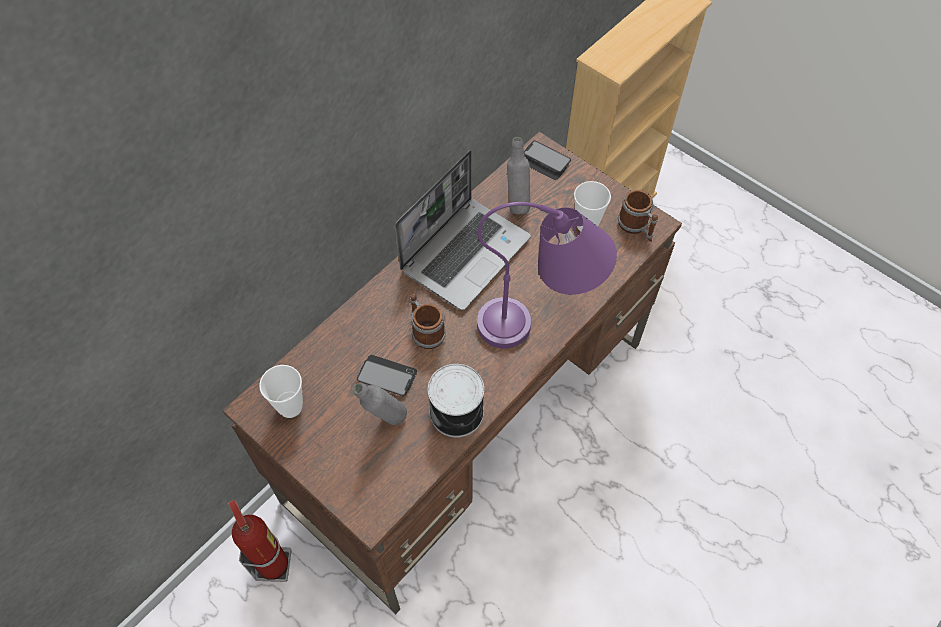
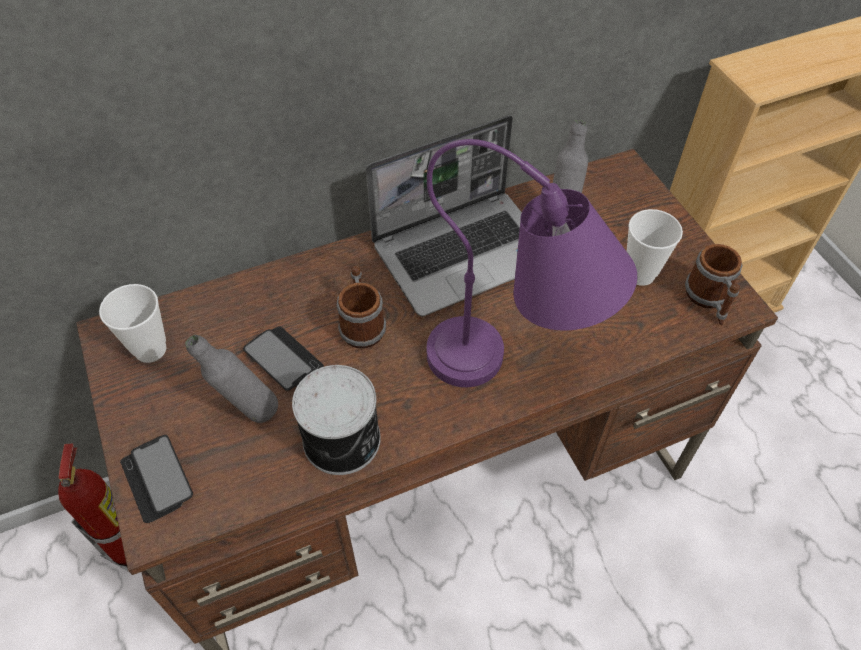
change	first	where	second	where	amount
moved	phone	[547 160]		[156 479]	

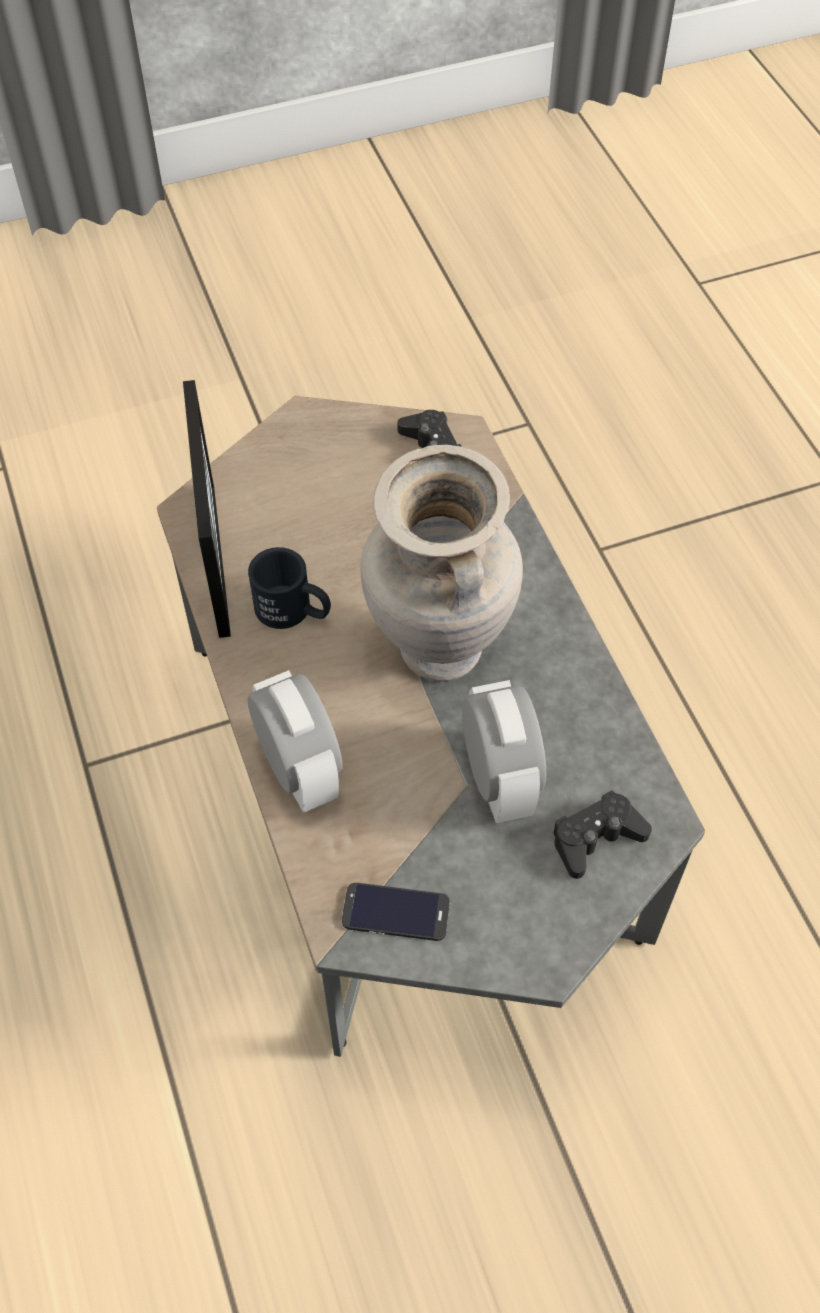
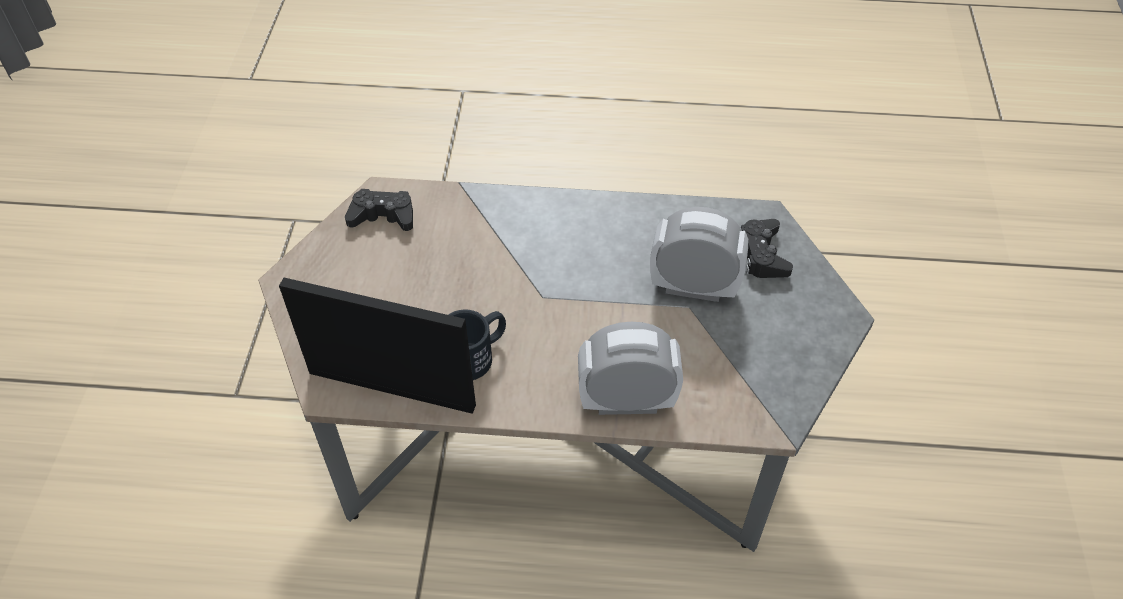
change	first	where	second	where	amount
removed	beige decorative vase	[441 563]			
removed	phone	[396 912]			

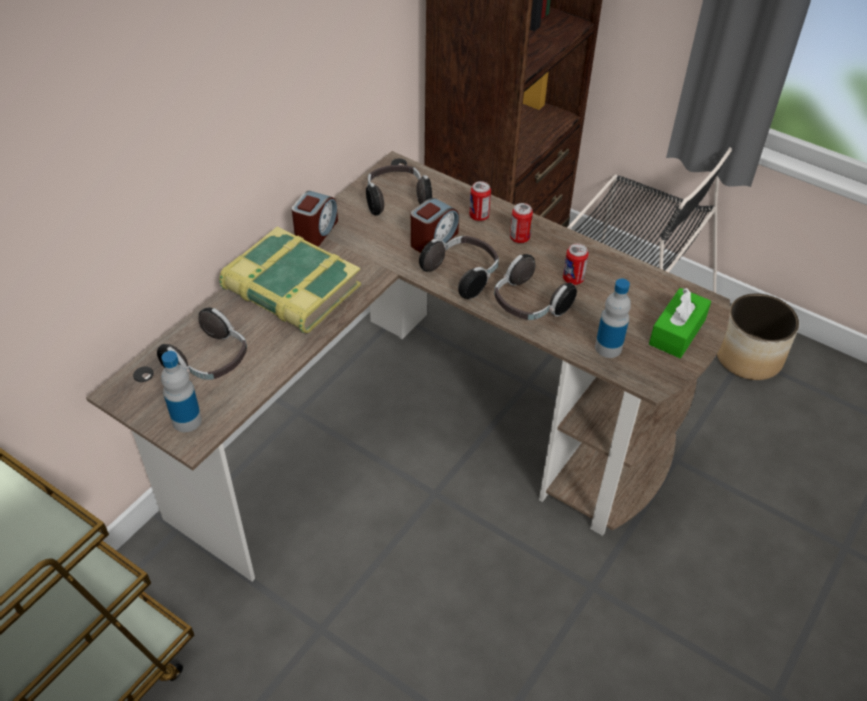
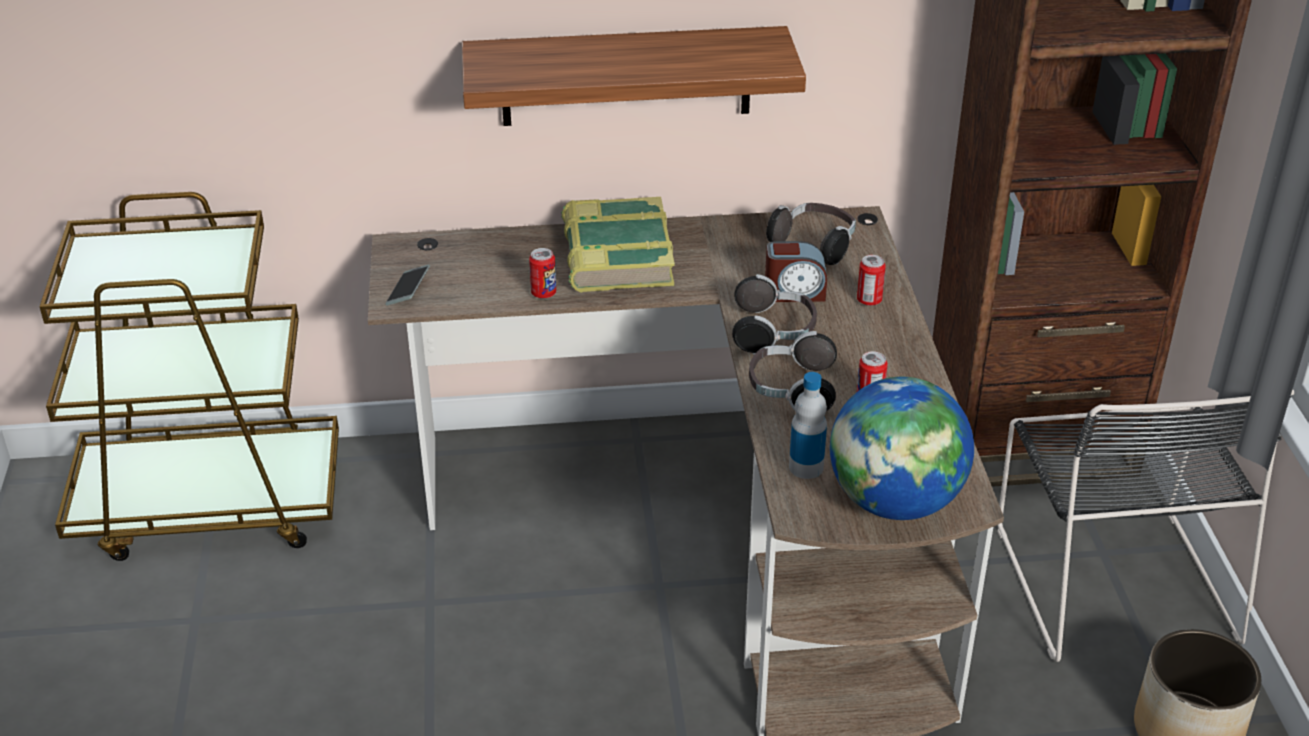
change	first	where	second	where	amount
removed	table clock	[315 219]			
moved	metal can	[521 223]		[542 273]	
replaced	green-coloured box of tissues	[680 323]	desk globe	[902 448]	
removed	headphones	[202 344]			
replaced	bottle	[181 391]	phone	[407 285]	
added			wall shelf	[634 76]	

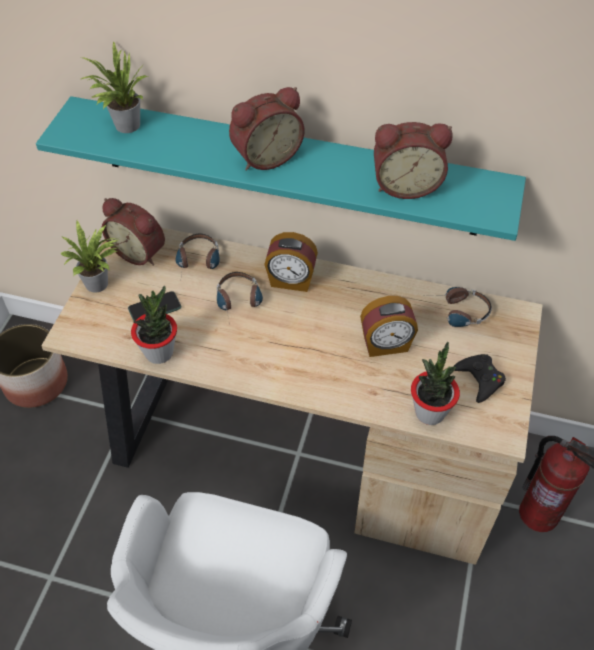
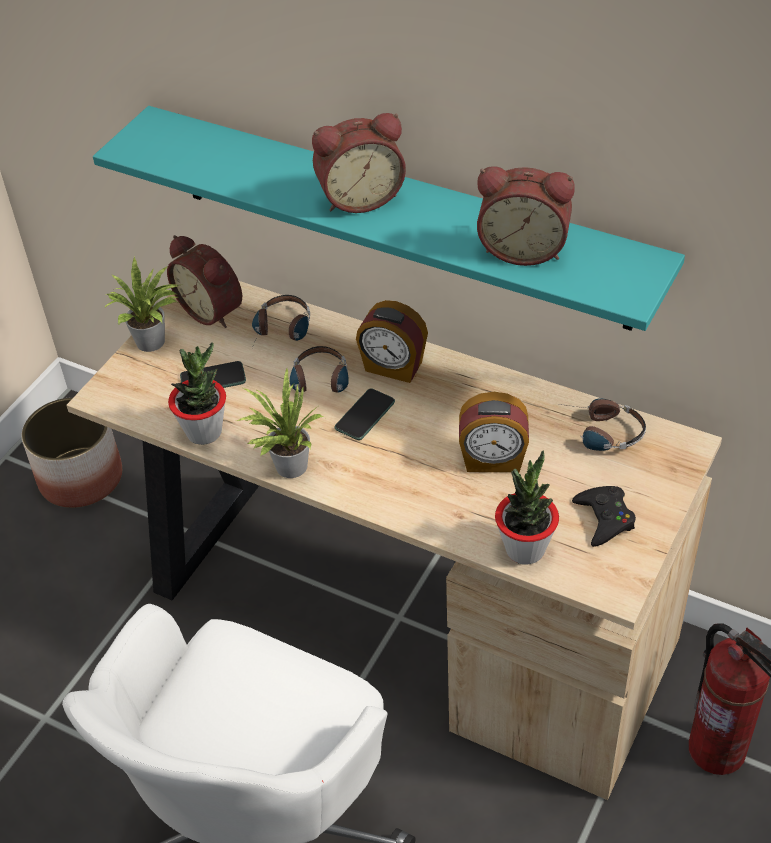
change	first	where	second	where	amount
moved	potted plant	[114 87]		[281 423]	
added			phone	[364 414]	

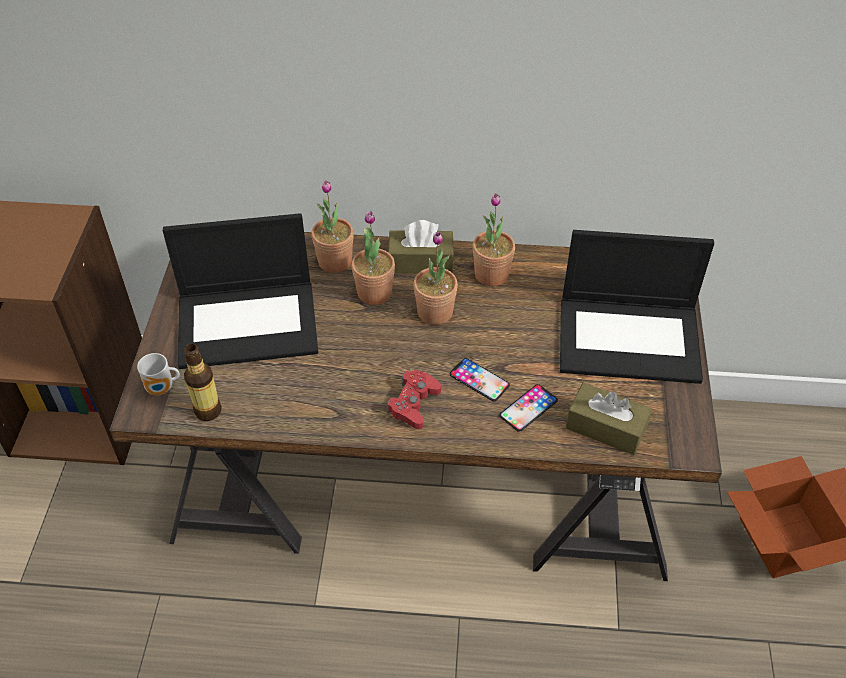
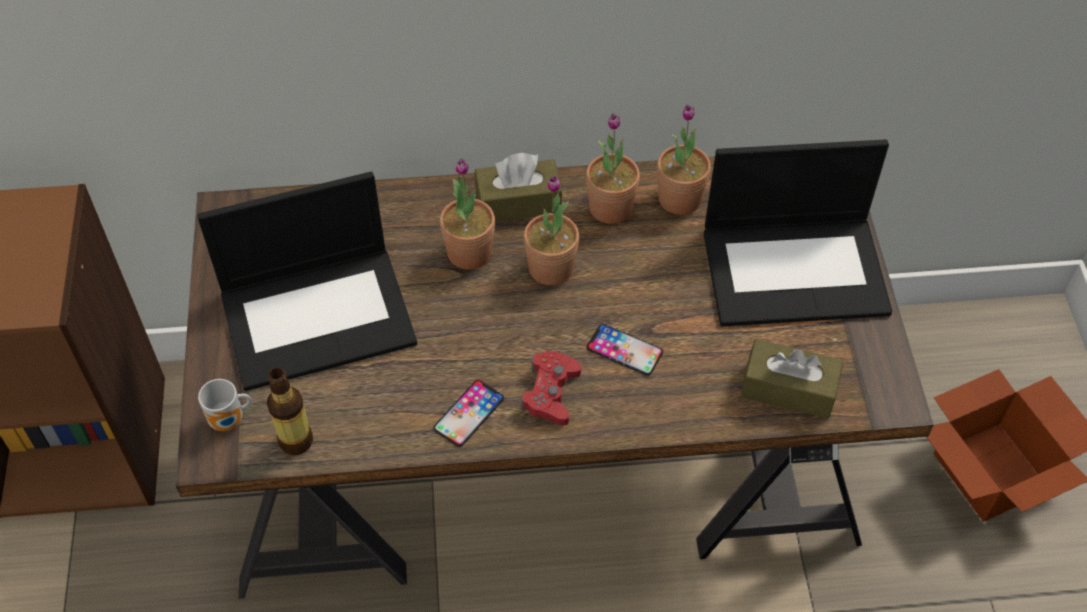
change	first	where	second	where	amount
moved	potted plant	[332 226]		[684 159]	
moved	phone	[528 408]		[468 413]	

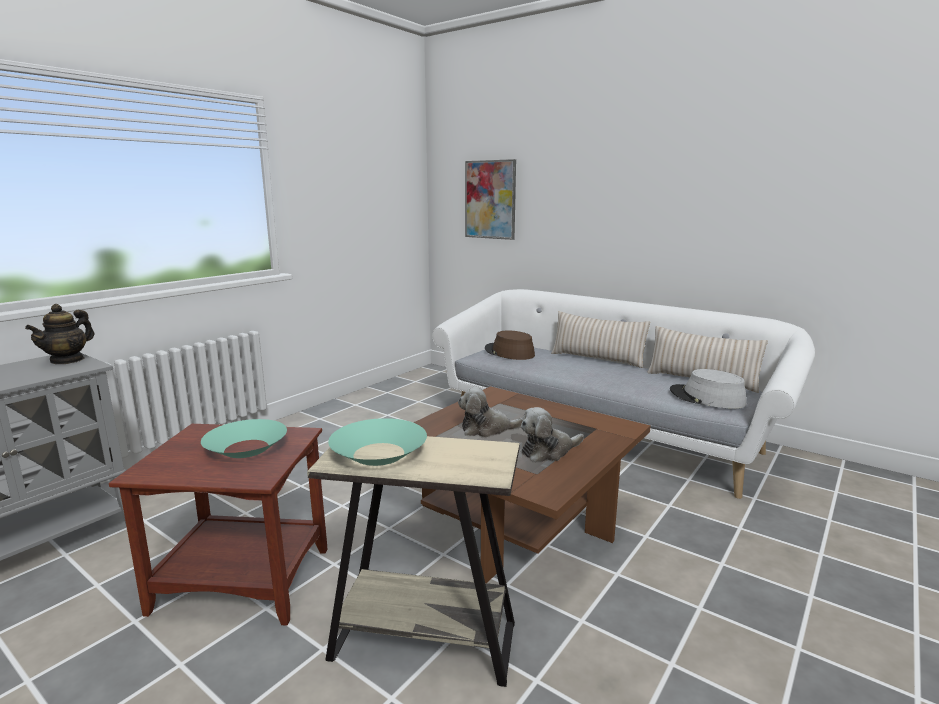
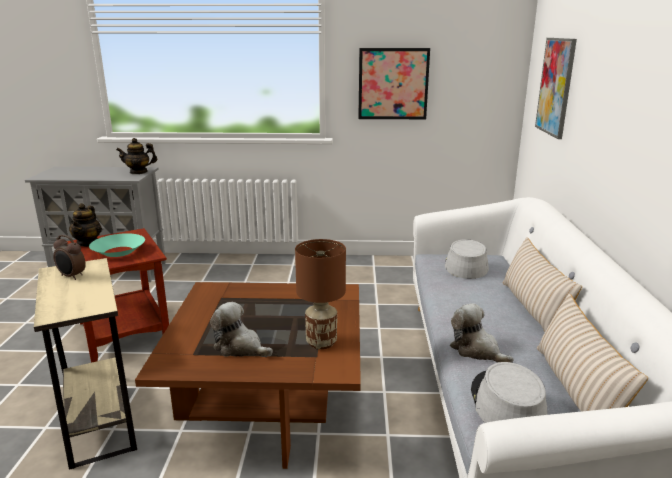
change	first	where	second	where	amount
recoloured	brown-coloured clothing hat	[510 345]	gray clothing hat	[467 259]	
moved	cuddly toy	[490 412]		[481 333]	
replaced	turquoise serving bowl	[377 442]	table clock	[69 257]	
added			wall art	[394 83]	
added			pot for tea	[85 225]	
added			brown-coloured table lamp	[320 294]	

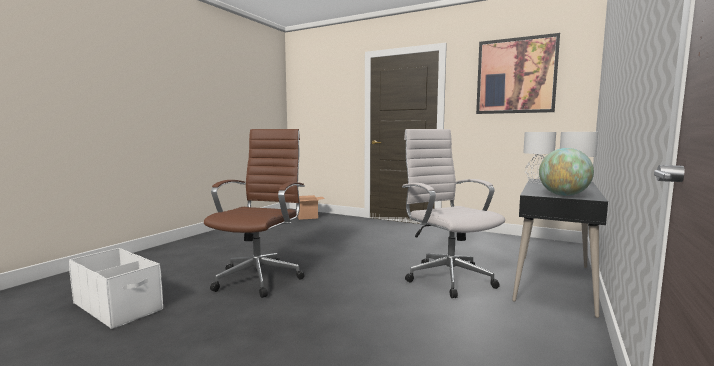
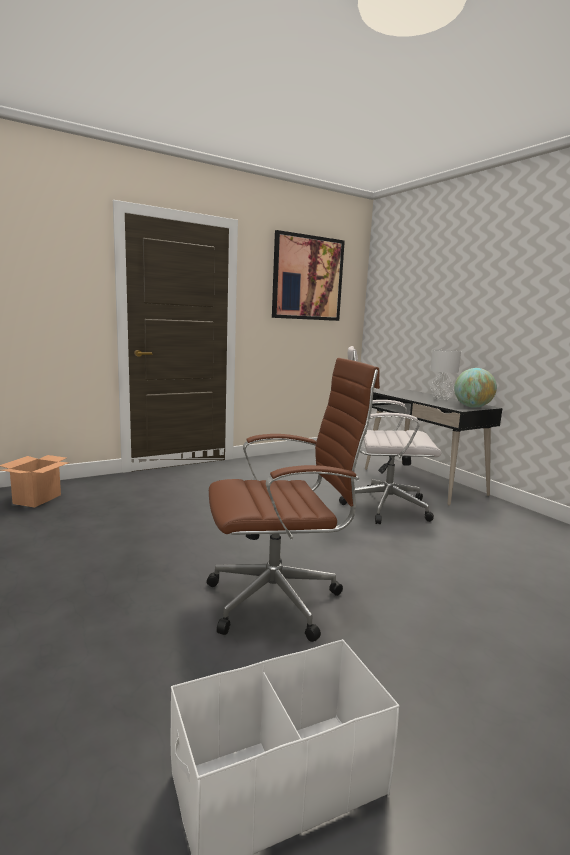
change	first	where	second	where	amount
turned	brown-coloured office chair	[254 213]		[293 500]	120 degrees clockwise
removed	gray table lamp	[539 157]			

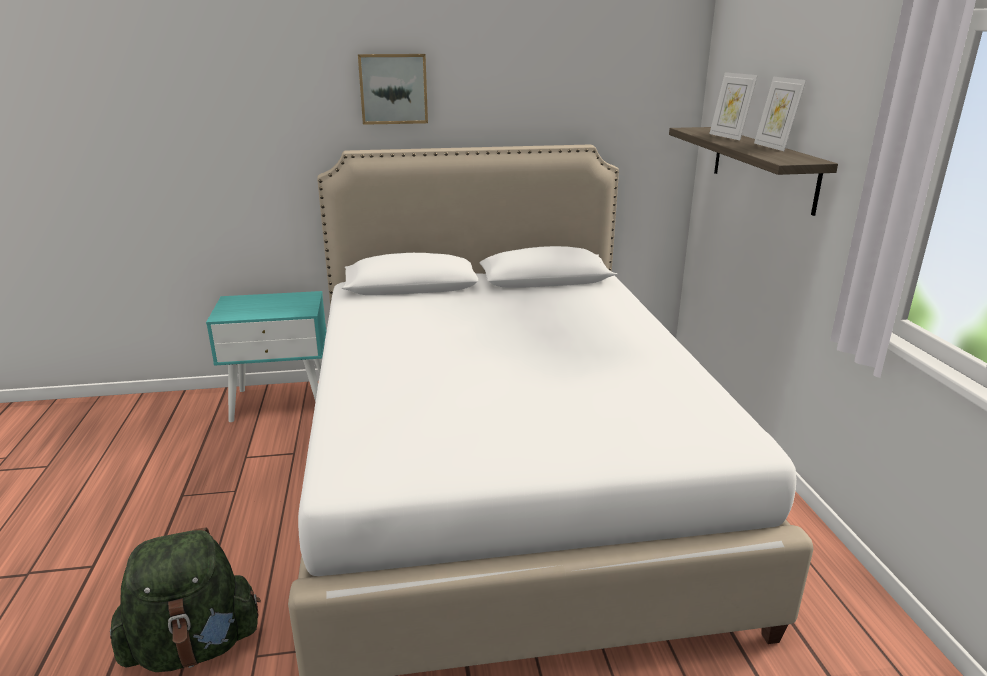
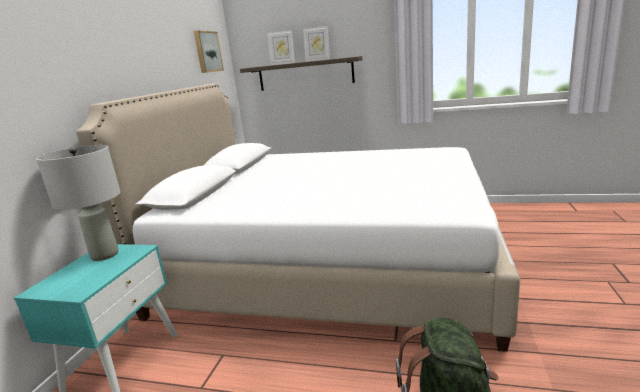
change	first	where	second	where	amount
moved	wall art	[393 89]		[209 51]	
added			gray table lamp	[78 203]	

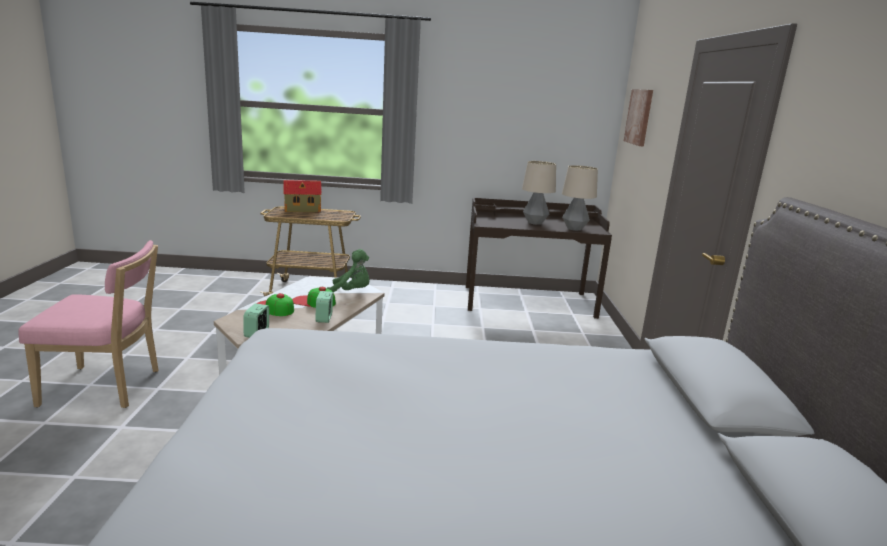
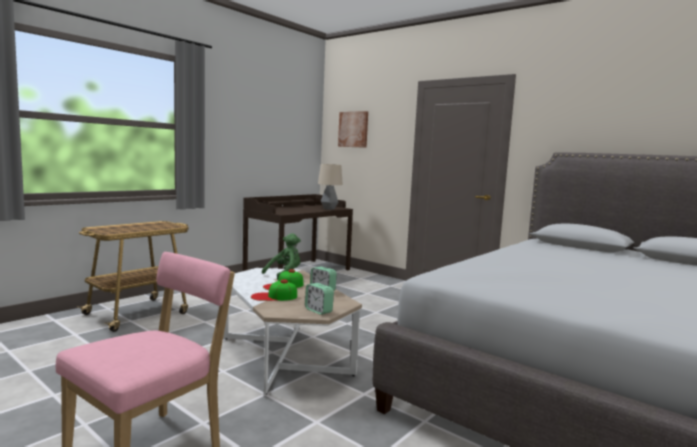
change	first	where	second	where	amount
removed	table lamp	[539 193]			
removed	toy house	[302 196]			

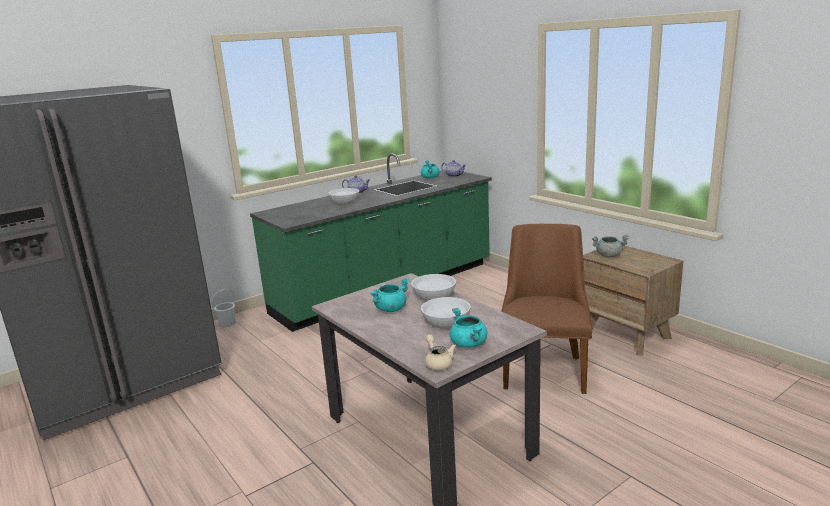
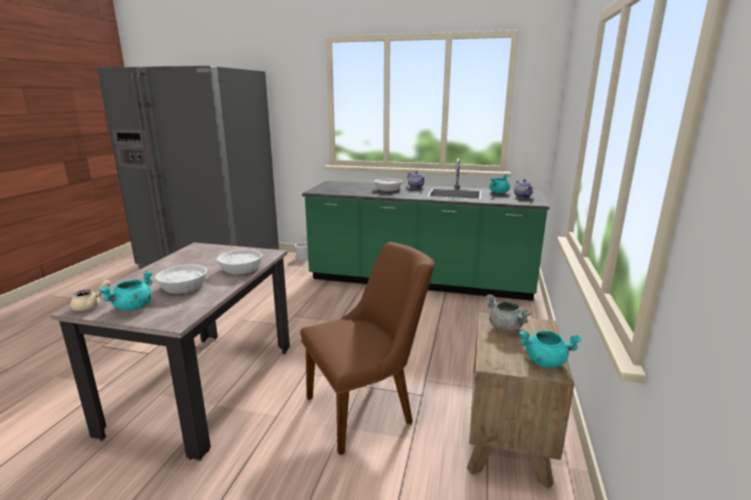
change	first	where	second	where	amount
moved	turquoise cooking pot	[390 295]		[550 349]	

